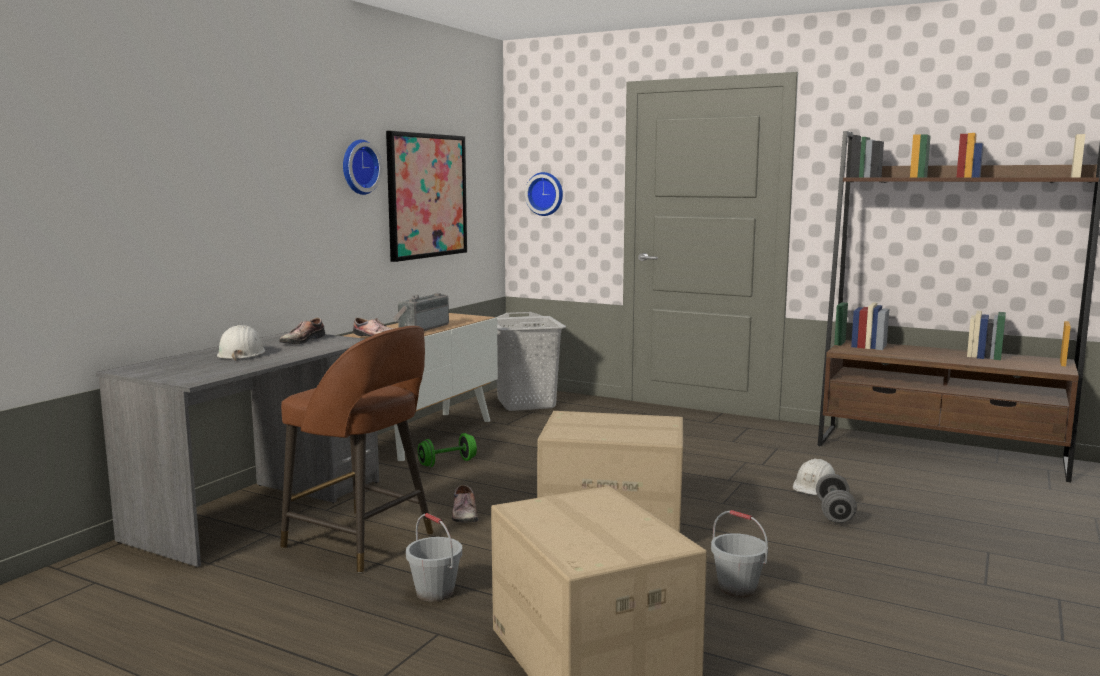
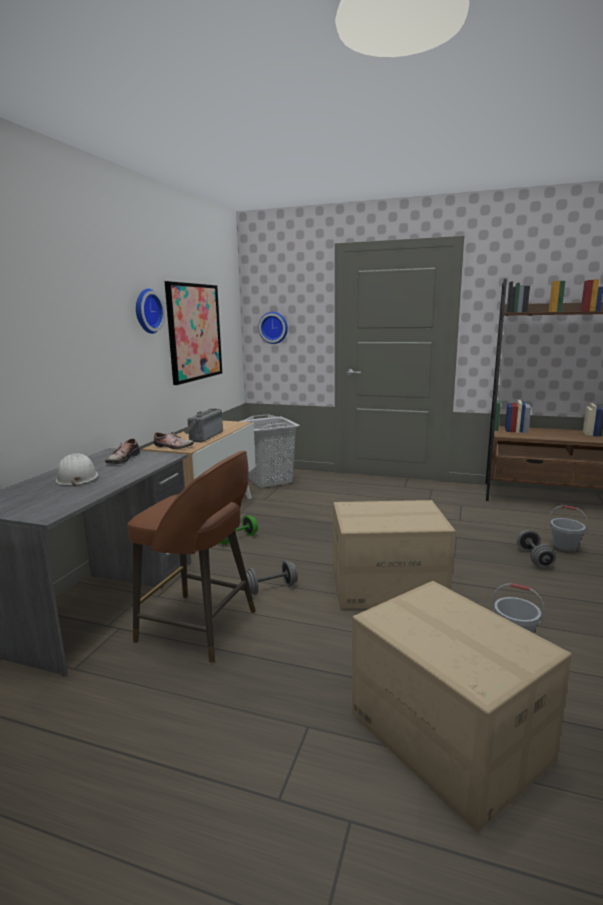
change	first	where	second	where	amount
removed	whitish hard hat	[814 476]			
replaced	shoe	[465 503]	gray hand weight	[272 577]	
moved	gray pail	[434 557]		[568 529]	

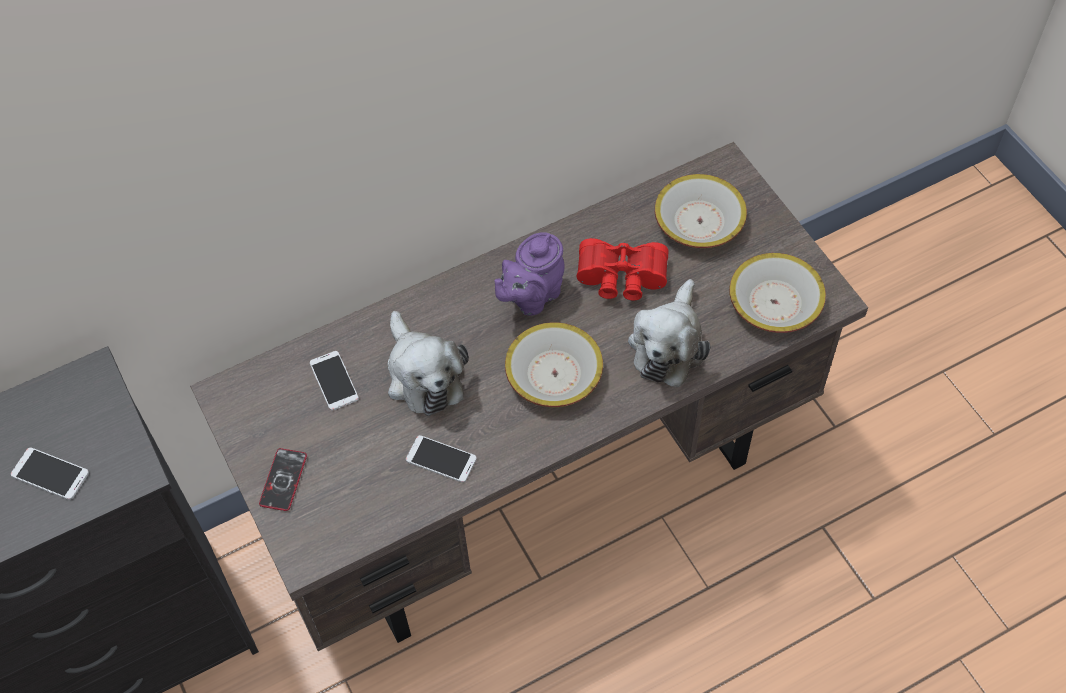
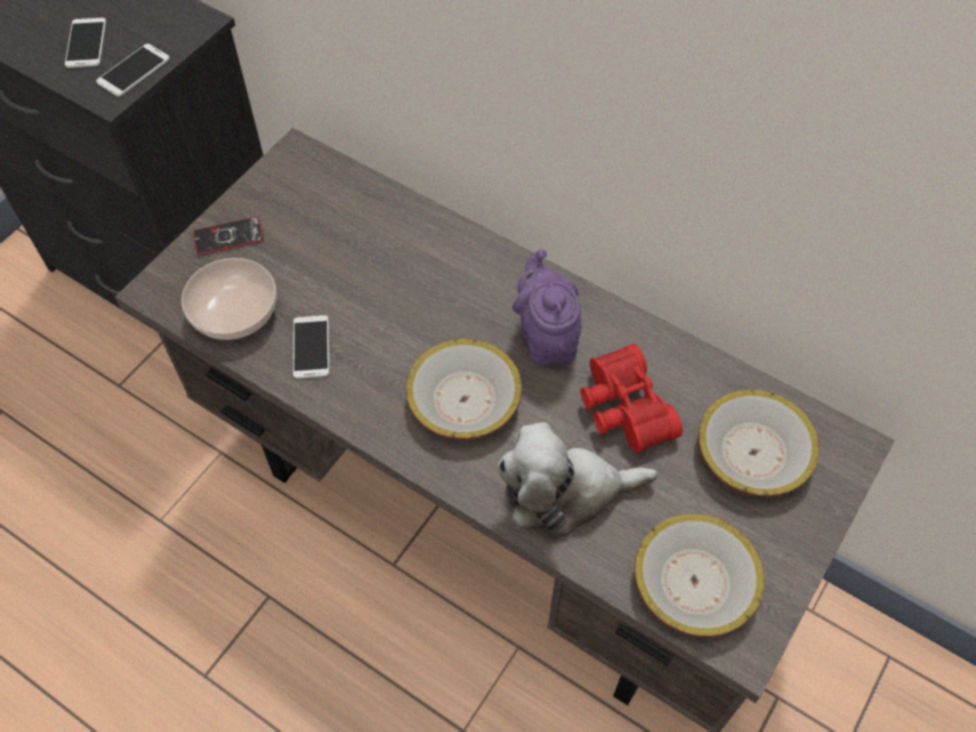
change	first	where	second	where	amount
turned	purplish pot for tea	[529 274]		[546 307]	60 degrees clockwise
removed	cuddly toy	[428 363]			
moved	phone	[334 381]		[133 70]	
added			serving bowl	[228 299]	

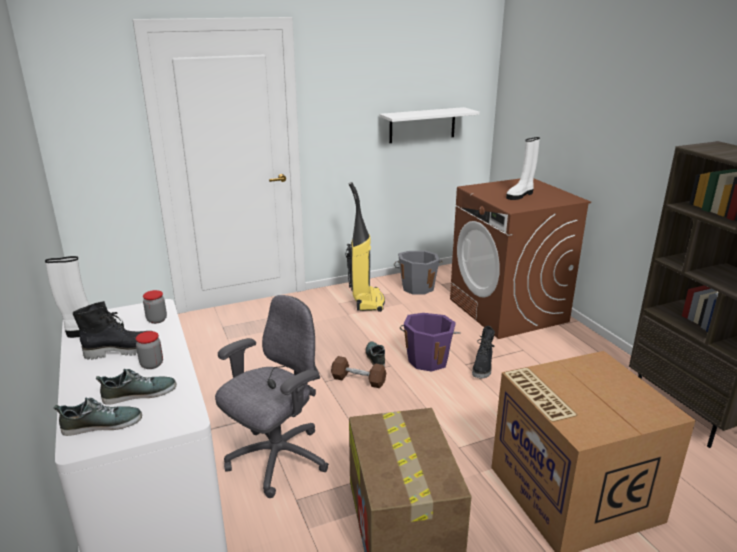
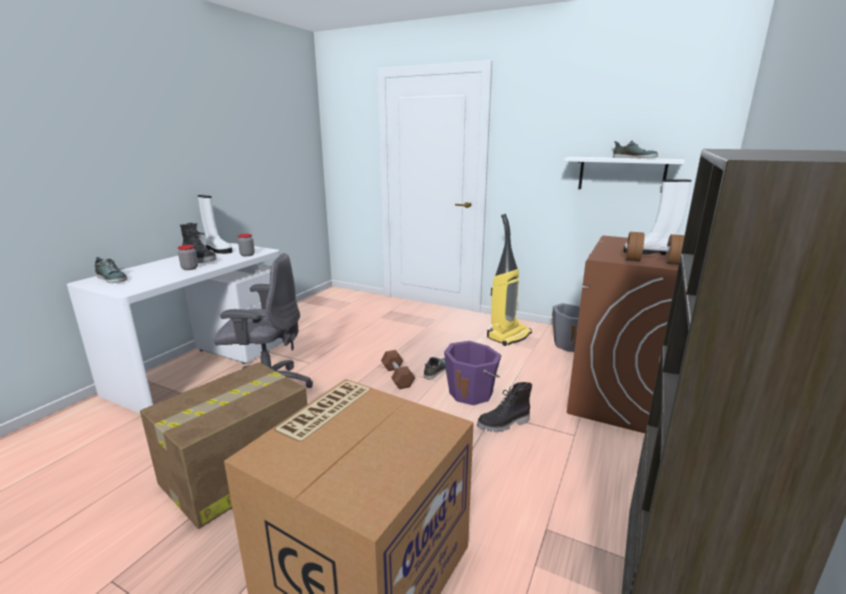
change	first	where	second	where	amount
moved	shoe	[136 387]		[635 150]	
added			brown-coloured hand weight	[655 248]	

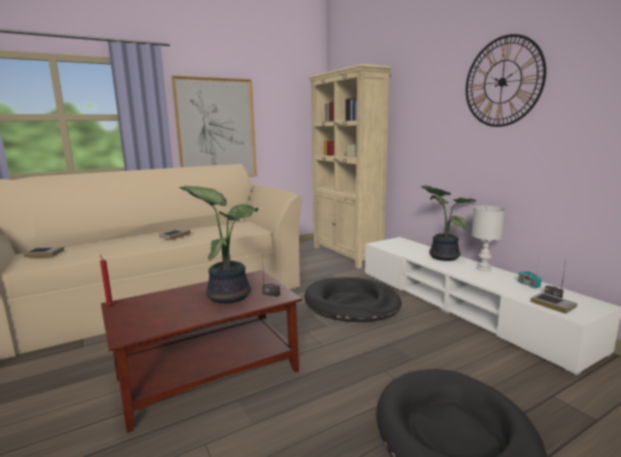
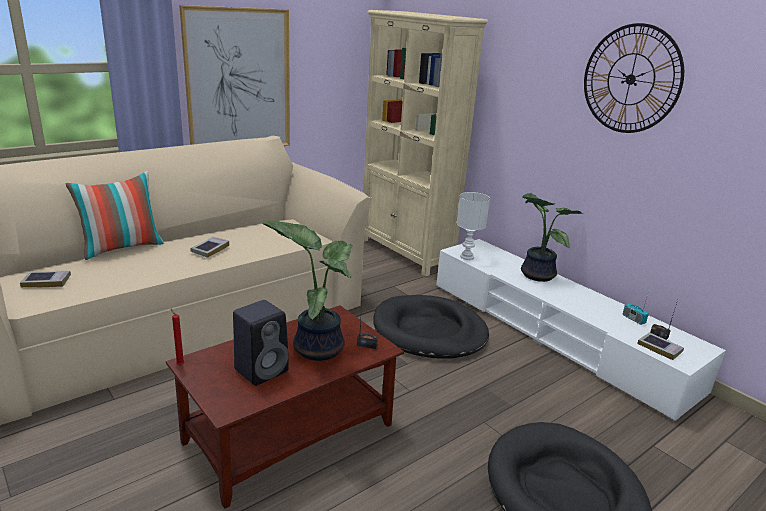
change	first	where	second	where	amount
moved	whitish table lamp	[489 238]		[473 226]	
added			pillow	[114 215]	
added			black loudspeaker	[261 343]	

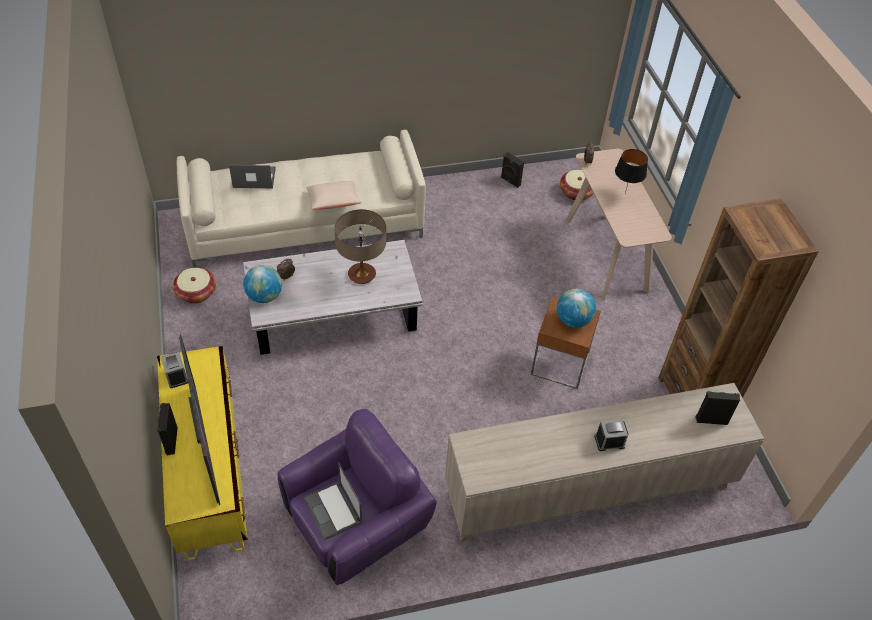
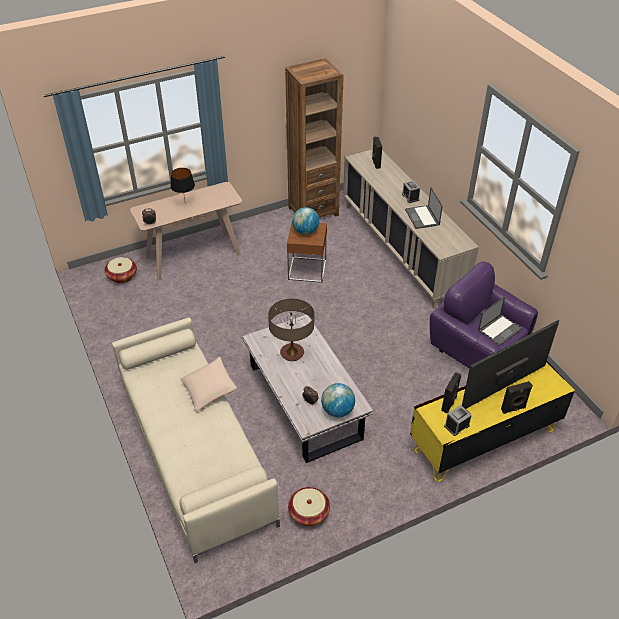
change	first	where	second	where	amount
moved	black loudspeaker	[512 170]		[451 392]	
moved	portable computer	[252 176]		[424 208]	

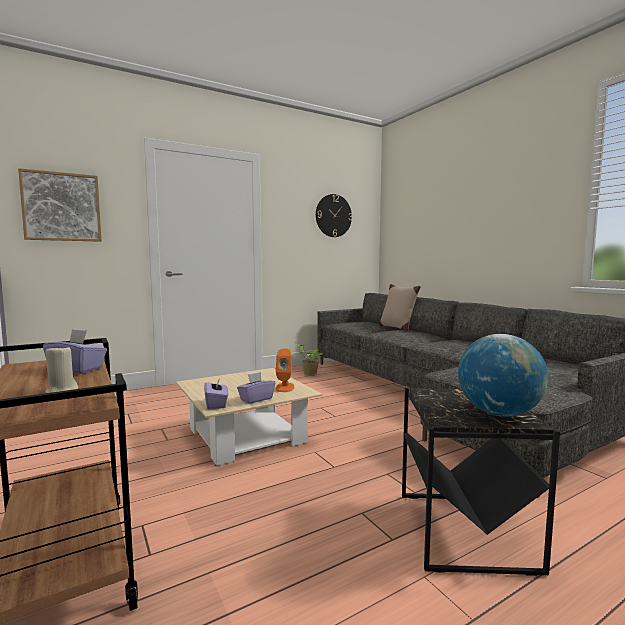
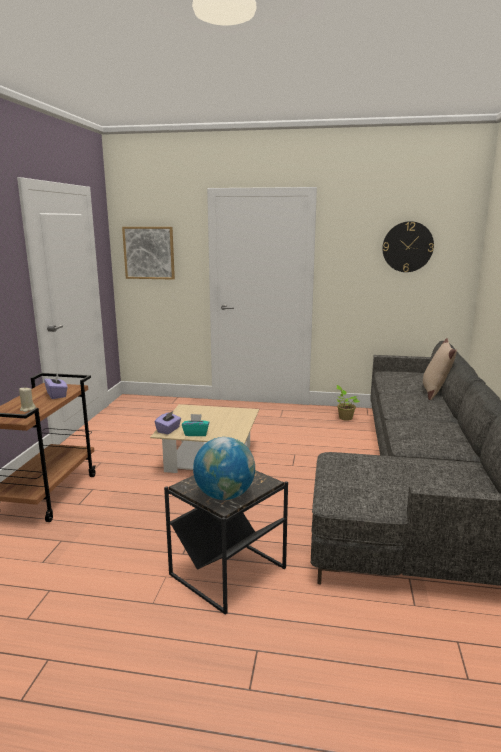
change	first	where	second	where	amount
removed	orange-coloured loudspeaker	[284 370]			
recoloured	purplish box of tissues	[256 388]	turquoise box of tissues	[195 425]	

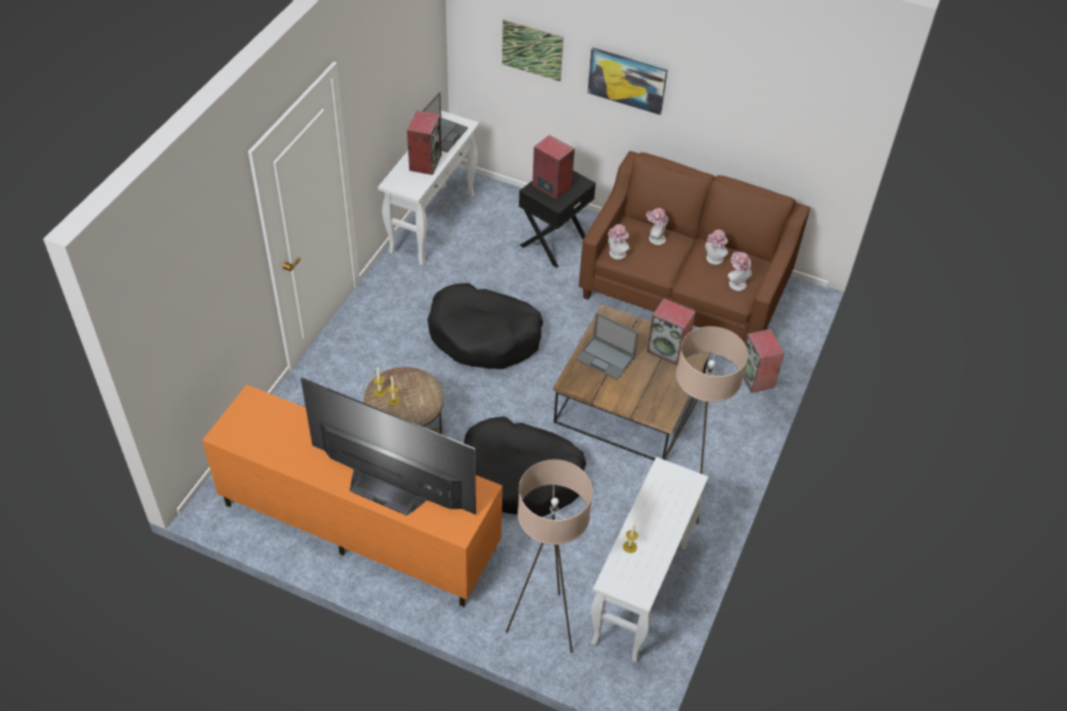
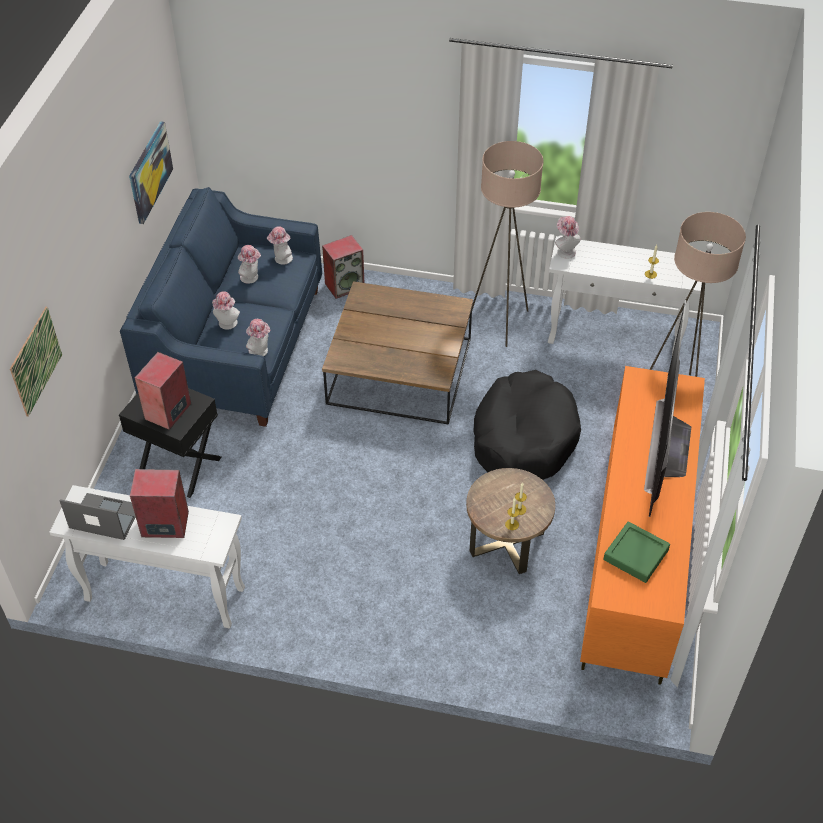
change	first	where	second	where	amount
moved	wall art	[628 81]		[151 172]	
recoloured	brown-coloured sofa	[695 247]	blue sofa	[221 307]	
removed	black dog cushion	[485 326]			
removed	loudspeaker	[671 332]			
removed	portable computer	[607 346]			
added			clothing hat	[568 237]	
added			green-coloured carrying tray	[636 552]	

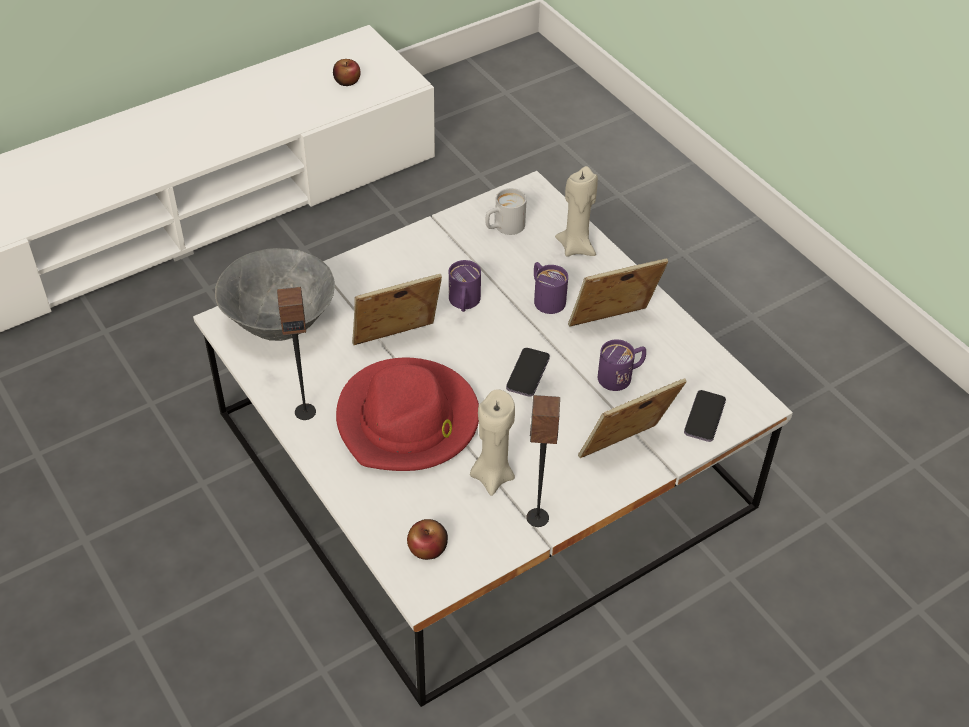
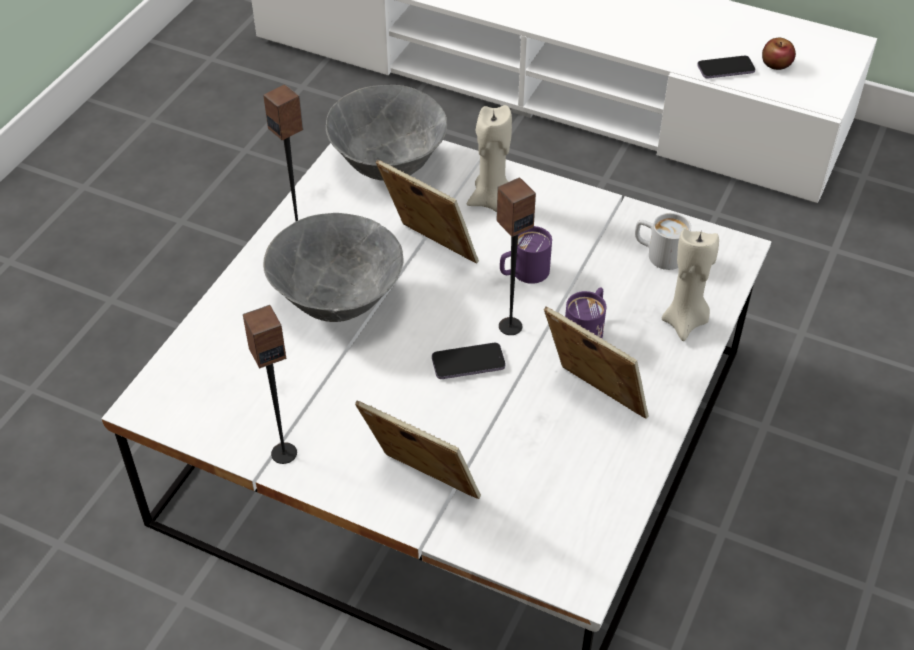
change	first	where	second	where	amount
removed	purplish tea mug	[622 365]			
replaced	red clothing hat	[407 414]	gray serving bowl	[333 267]	
moved	beige wax candle	[492 442]		[489 158]	
moved	phone	[705 416]		[726 67]	
removed	whole apple	[427 539]			
added			loudspeaker	[516 256]	

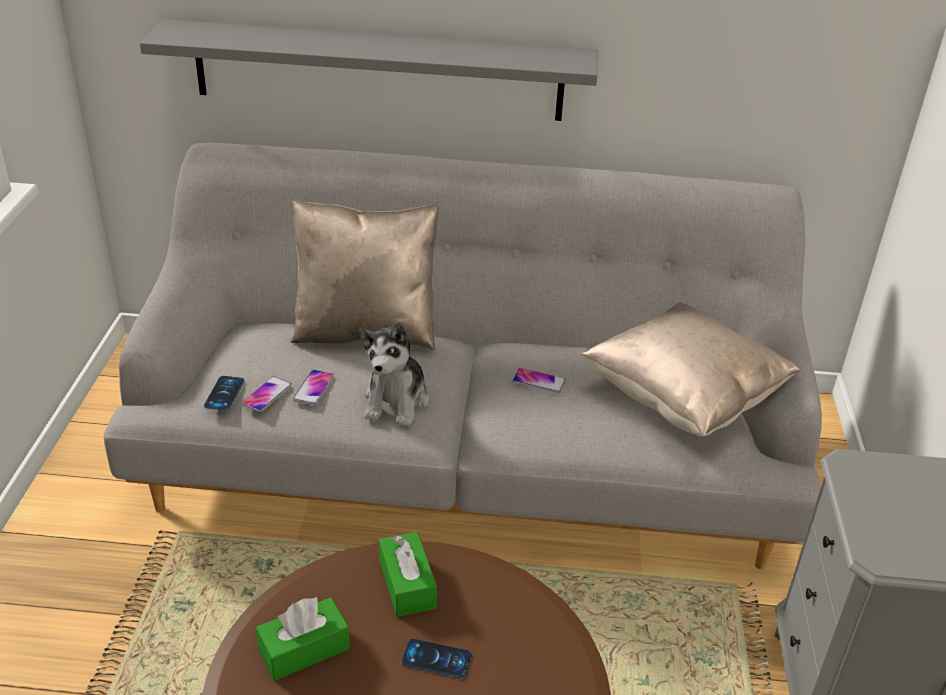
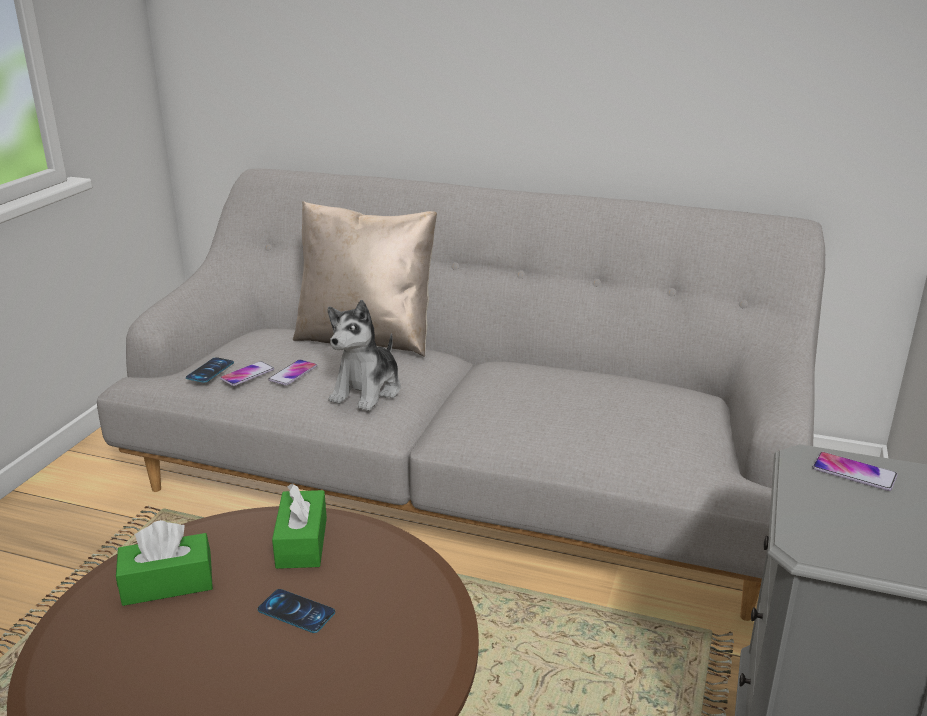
change	first	where	second	where	amount
removed	gray wall shelf	[369 70]			
removed	beige pillow	[692 370]			
moved	phone	[539 380]		[855 471]	

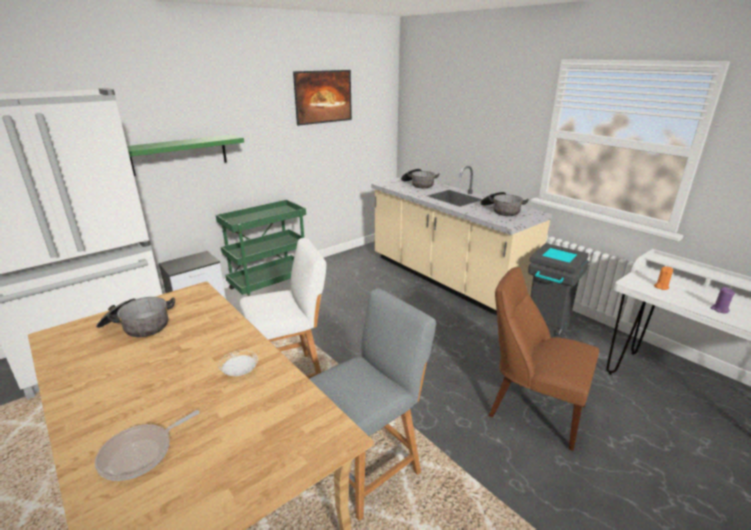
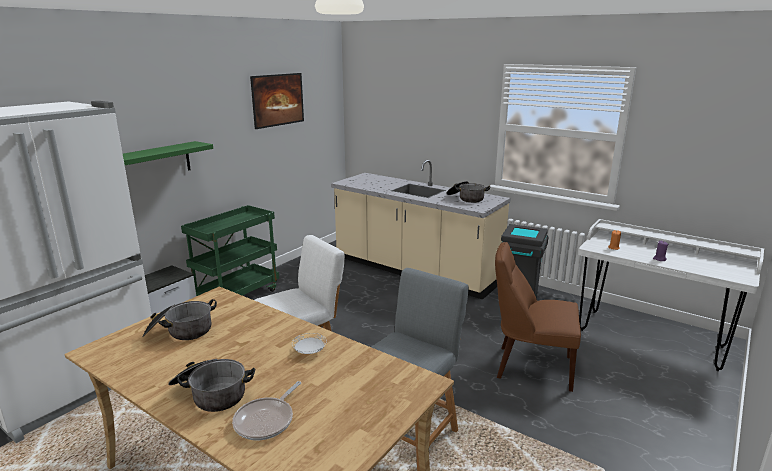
change	first	where	second	where	amount
moved	cooking pot	[420 178]		[211 385]	

